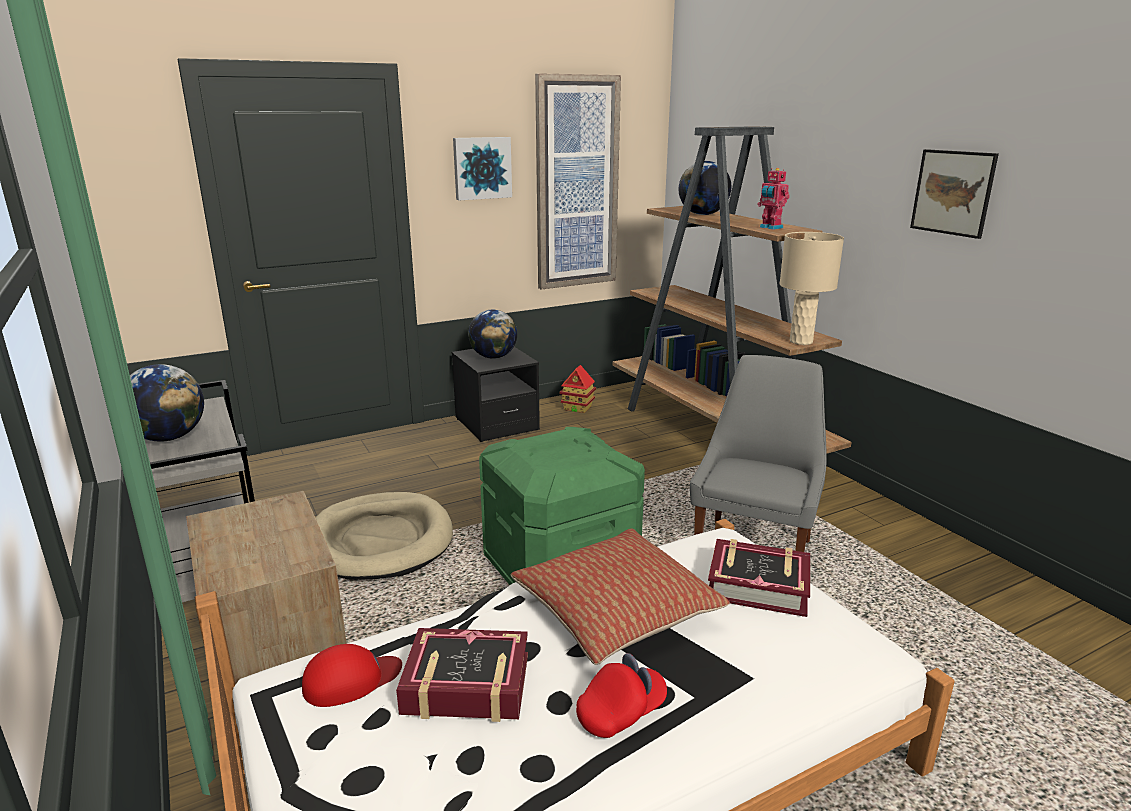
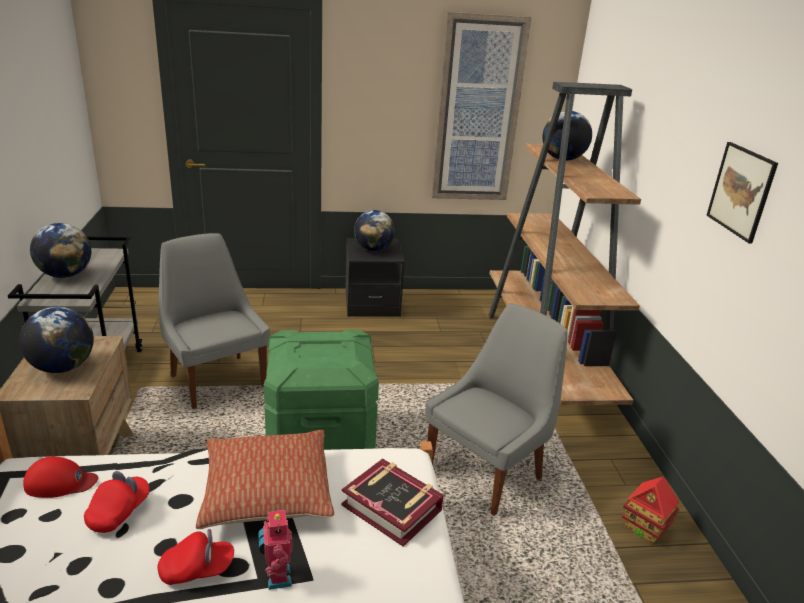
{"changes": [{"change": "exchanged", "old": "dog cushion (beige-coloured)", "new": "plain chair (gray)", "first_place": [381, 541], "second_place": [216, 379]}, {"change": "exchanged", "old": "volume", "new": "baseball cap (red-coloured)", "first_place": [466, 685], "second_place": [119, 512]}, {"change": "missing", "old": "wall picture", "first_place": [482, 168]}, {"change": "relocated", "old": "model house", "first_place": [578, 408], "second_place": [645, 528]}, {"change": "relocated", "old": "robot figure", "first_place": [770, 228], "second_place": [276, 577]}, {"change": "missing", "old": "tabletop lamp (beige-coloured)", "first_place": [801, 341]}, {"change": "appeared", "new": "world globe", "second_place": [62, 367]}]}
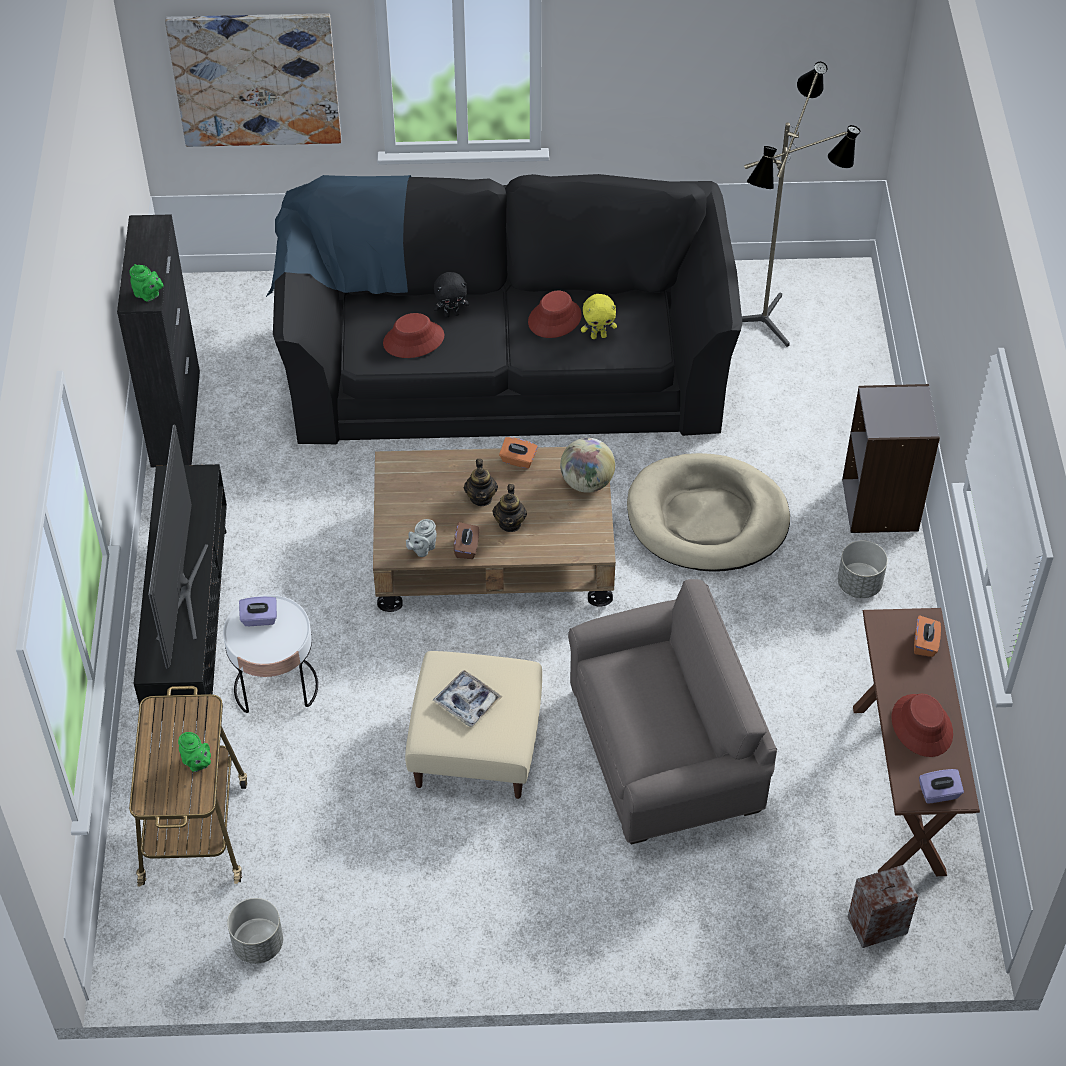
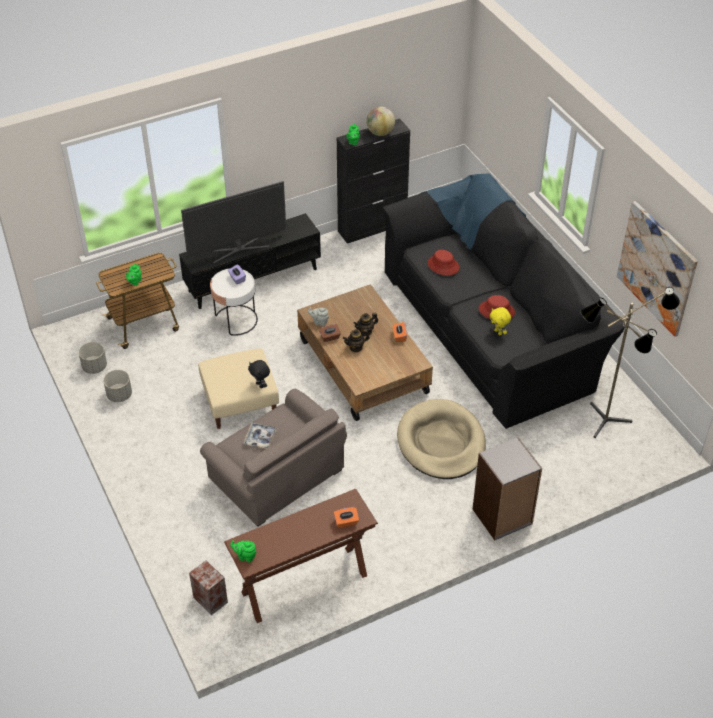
{"changes": [{"change": "relocated", "old": "wall picture", "first_place": [256, 79], "second_place": [656, 268]}, {"change": "relocated", "old": "cuddly toy (blackish)", "first_place": [451, 314], "second_place": [260, 385]}, {"change": "relocated", "old": "serving tray", "first_place": [467, 702], "second_place": [260, 438]}, {"change": "relocated", "old": "world globe", "first_place": [586, 482], "second_place": [380, 133]}, {"change": "relocated", "old": "plant pot (gray)", "first_place": [859, 584], "second_place": [119, 395]}, {"change": "missing", "old": "clothing hat (red-coloured)", "first_place": [922, 726]}, {"change": "exchanged", "old": "tissue holder (purple-coloured)", "new": "tea pot (green)", "first_place": [939, 794], "second_place": [245, 556]}]}
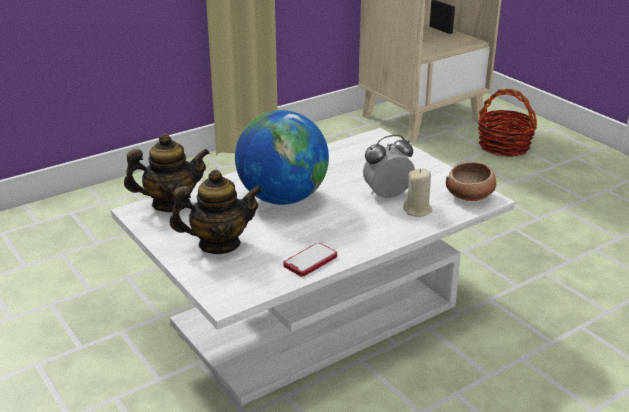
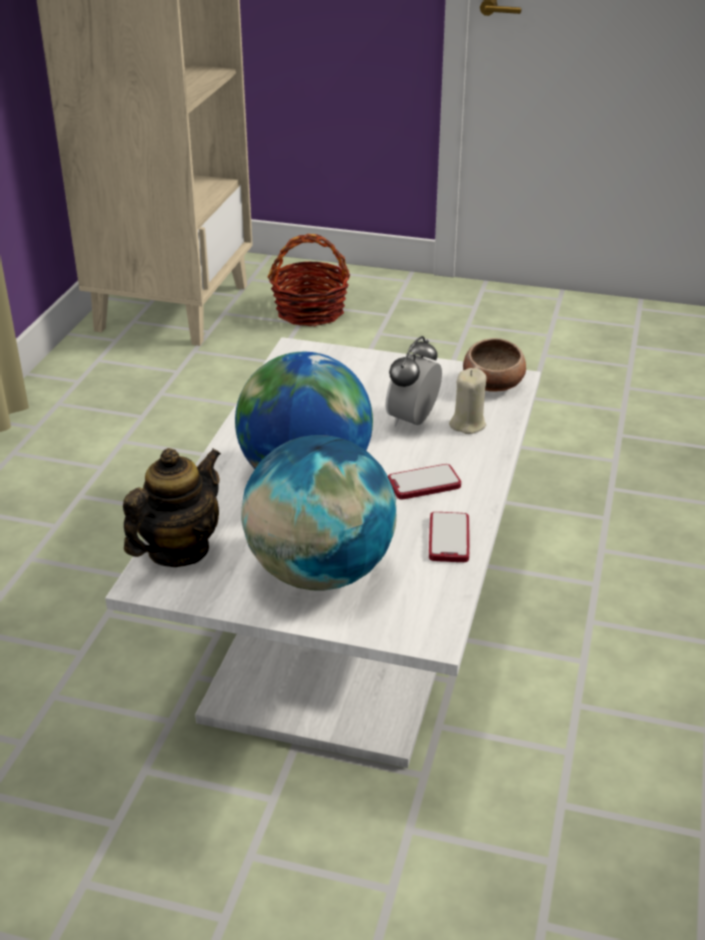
{"changes": [{"change": "exchanged", "old": "tea pot", "new": "world globe", "first_place": [219, 244], "second_place": [320, 572]}, {"change": "appeared", "new": "telephone", "second_place": [424, 484]}]}
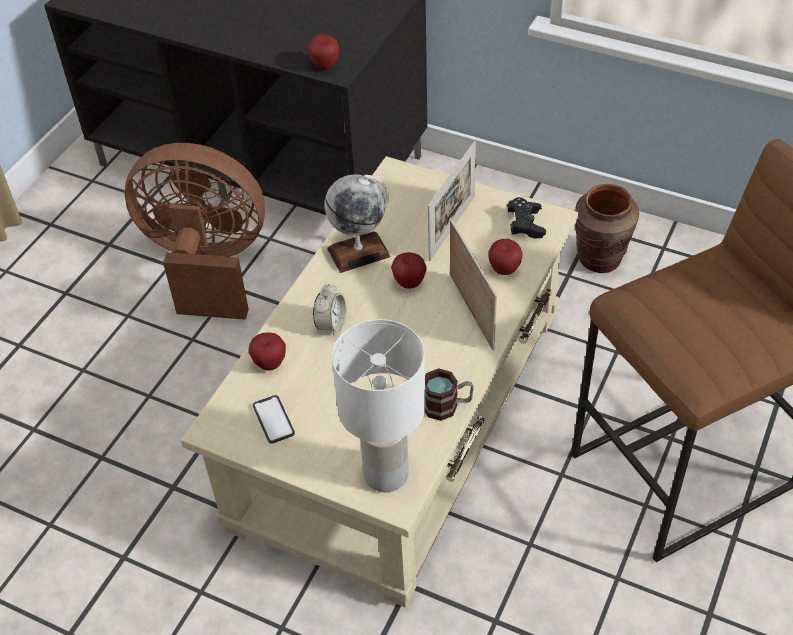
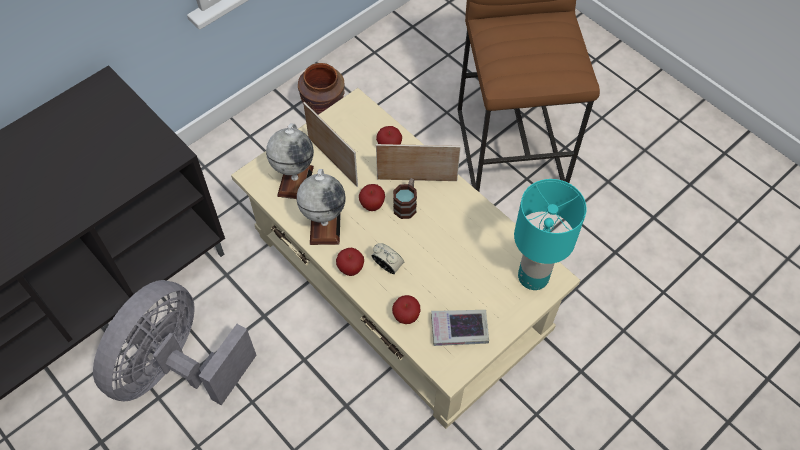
{"changes": [{"change": "colour", "old": "fan (brown-coloured)", "new": "fan (gray)", "first_place": [206, 266], "second_place": [177, 368]}, {"change": "exchanged", "old": "telephone", "new": "volume", "first_place": [273, 420], "second_place": [459, 330]}, {"change": "relocated", "old": "apple fruit", "first_place": [325, 65], "second_place": [351, 269]}, {"change": "colour", "old": "tabletop lamp (white)", "new": "tabletop lamp (turquoise-coloured)", "first_place": [387, 474], "second_place": [533, 276]}, {"change": "relocated", "old": "mug", "first_place": [447, 406], "second_place": [406, 204]}, {"change": "missing", "old": "joypad (blackish)", "first_place": [525, 224]}, {"change": "appeared", "new": "world globe", "second_place": [295, 181]}]}
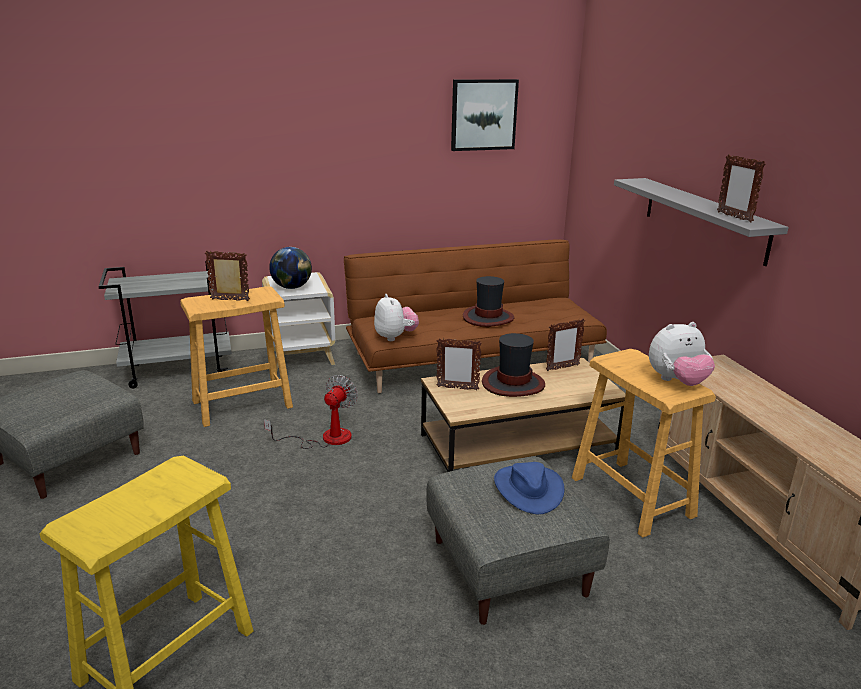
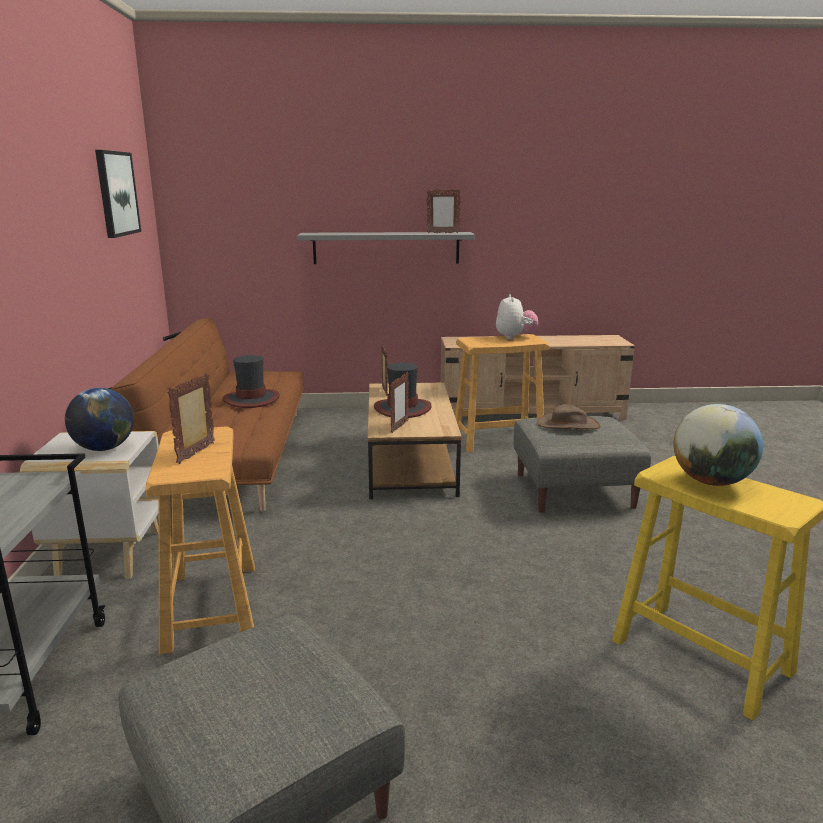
{"changes": [{"change": "missing", "old": "fan", "first_place": [325, 438]}, {"change": "missing", "old": "cuddly toy", "first_place": [395, 337]}, {"change": "colour", "old": "clothing hat (blue-coloured)", "new": "clothing hat (brown-coloured)", "first_place": [528, 489], "second_place": [568, 425]}, {"change": "appeared", "new": "world globe", "second_place": [711, 482]}]}
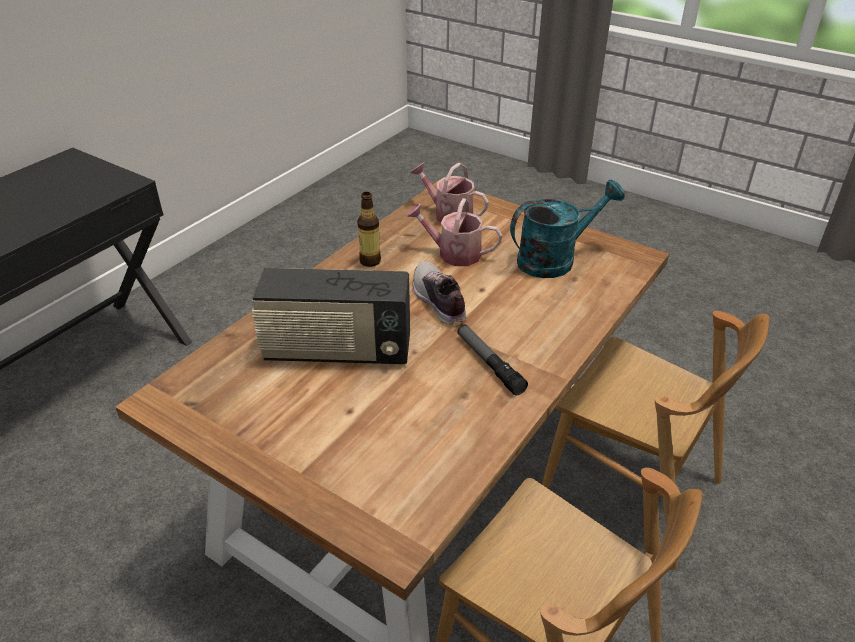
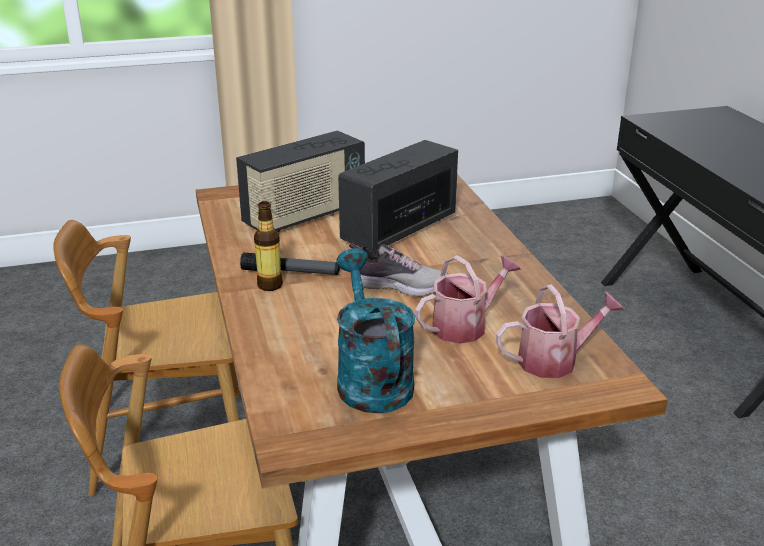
{"changes": [{"change": "relocated", "old": "bottle", "first_place": [370, 261], "second_place": [270, 285]}, {"change": "spun", "old": "watering pot (turquoise-coloured)", "first_place": [555, 259], "second_place": [370, 378], "degrees": 150}, {"change": "appeared", "new": "radio", "second_place": [305, 216]}]}
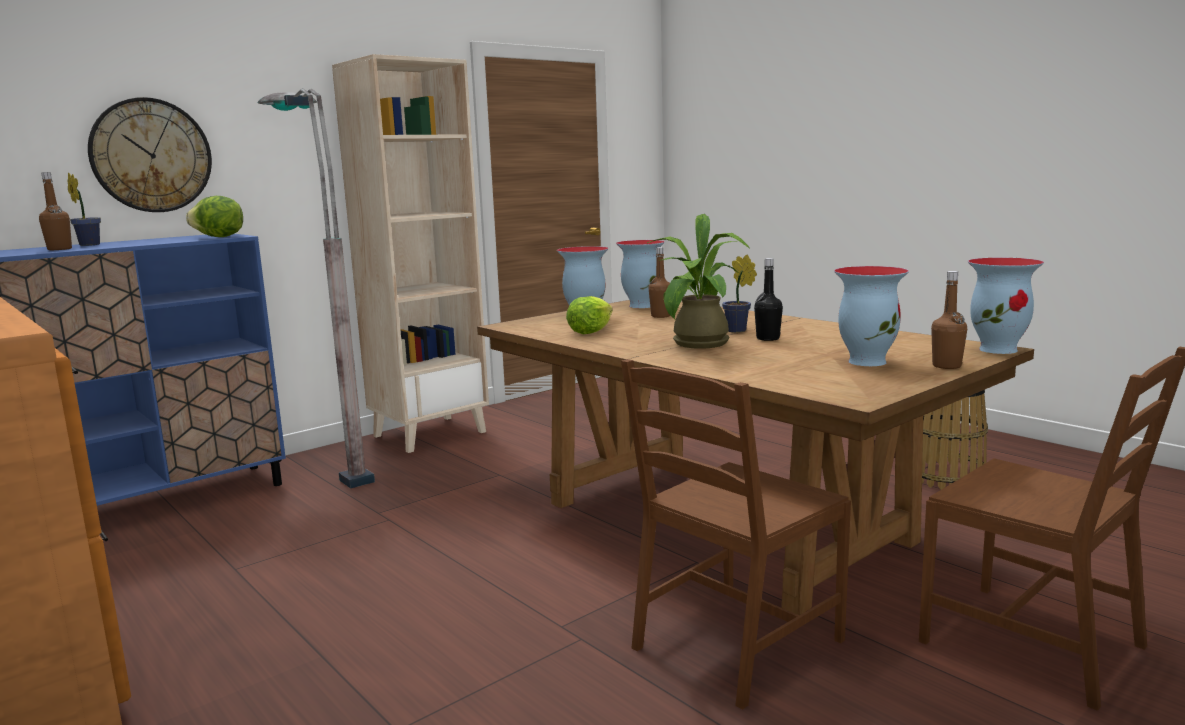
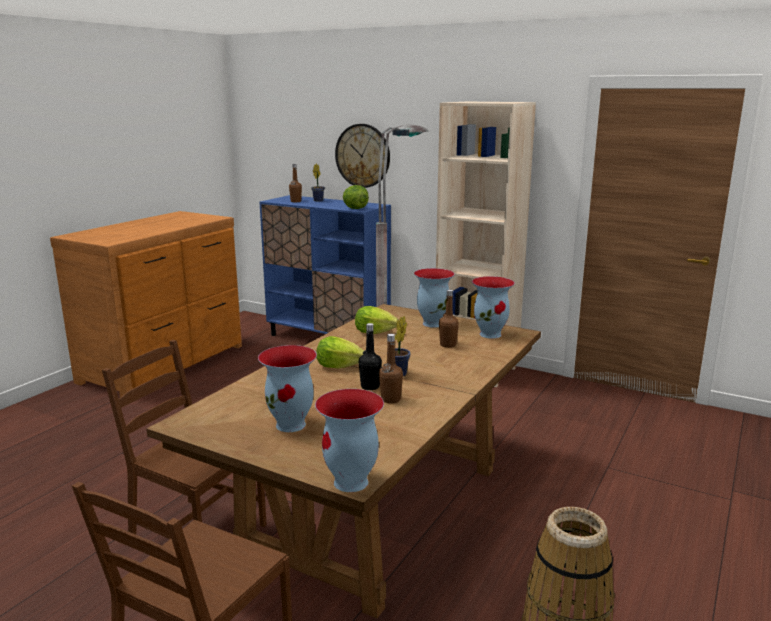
{"changes": [{"change": "exchanged", "old": "potted plant", "new": "lettuce", "first_place": [697, 345], "second_place": [338, 366]}, {"change": "relocated", "old": "bottle (brown-coloured)", "first_place": [946, 366], "second_place": [390, 399]}]}
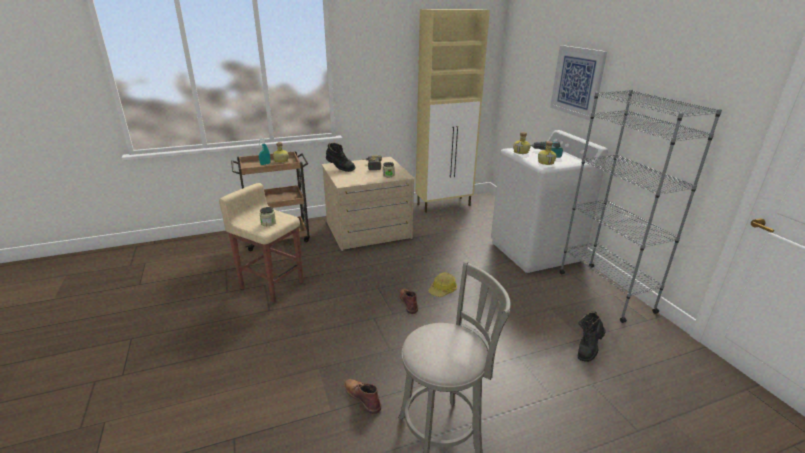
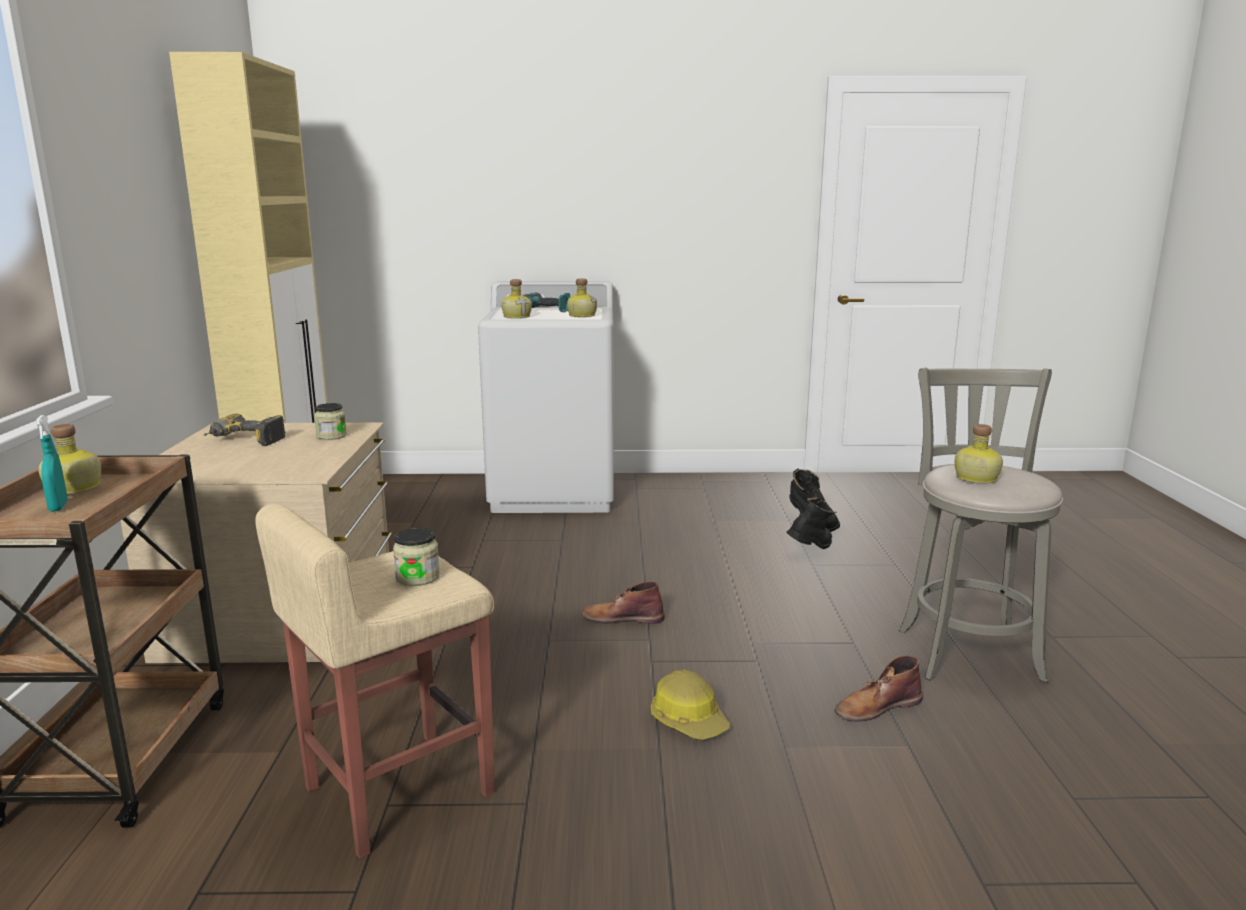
{"changes": [{"change": "relocated", "old": "tall boot (blackish)", "first_place": [340, 169], "second_place": [811, 550]}, {"change": "relocated", "old": "work helmet", "first_place": [443, 290], "second_place": [689, 720]}, {"change": "missing", "old": "wall picture", "first_place": [577, 81]}, {"change": "missing", "old": "bookcase (gray)", "first_place": [604, 291]}, {"change": "appeared", "new": "bottle", "second_place": [974, 478]}]}
